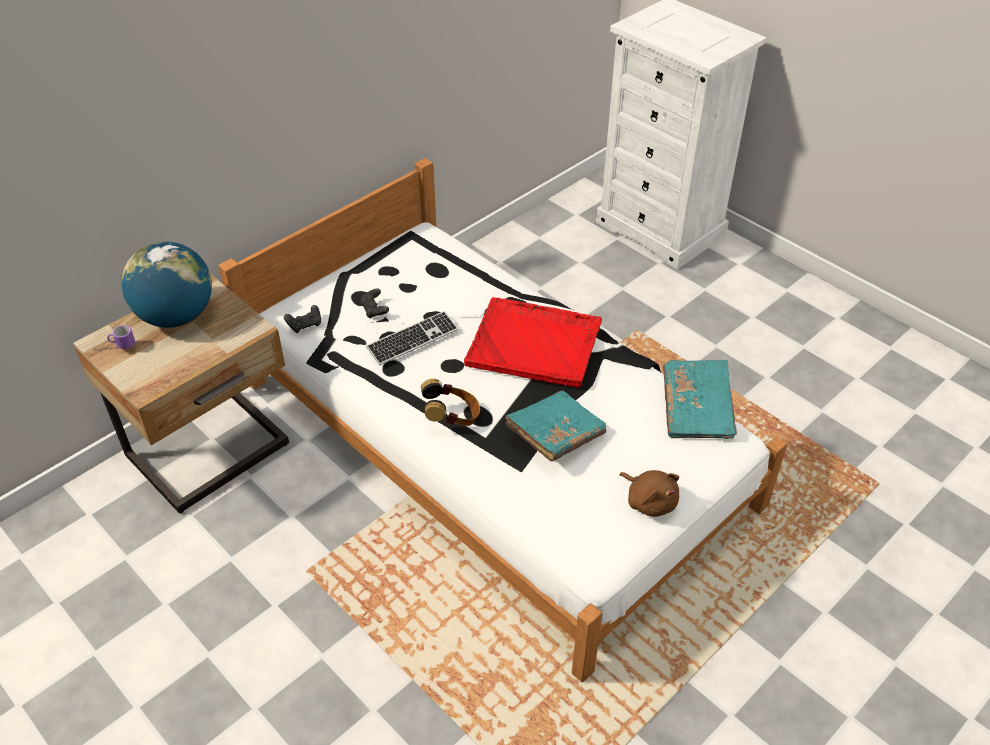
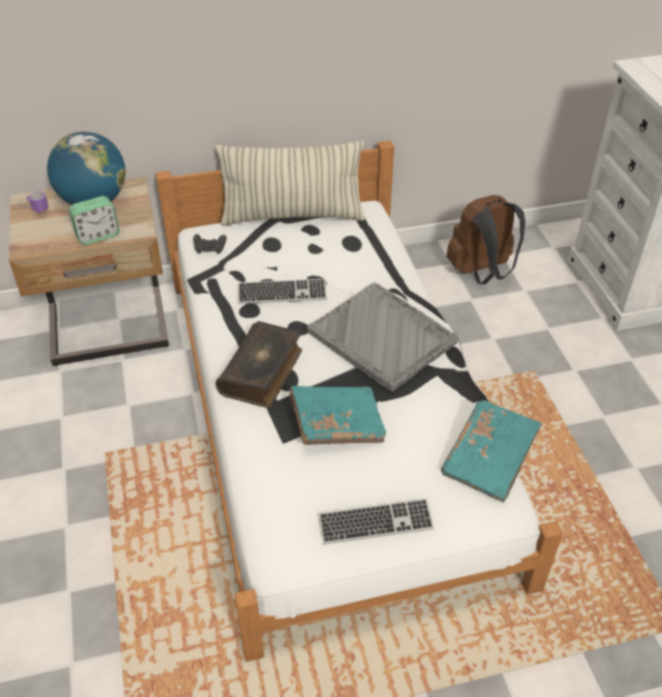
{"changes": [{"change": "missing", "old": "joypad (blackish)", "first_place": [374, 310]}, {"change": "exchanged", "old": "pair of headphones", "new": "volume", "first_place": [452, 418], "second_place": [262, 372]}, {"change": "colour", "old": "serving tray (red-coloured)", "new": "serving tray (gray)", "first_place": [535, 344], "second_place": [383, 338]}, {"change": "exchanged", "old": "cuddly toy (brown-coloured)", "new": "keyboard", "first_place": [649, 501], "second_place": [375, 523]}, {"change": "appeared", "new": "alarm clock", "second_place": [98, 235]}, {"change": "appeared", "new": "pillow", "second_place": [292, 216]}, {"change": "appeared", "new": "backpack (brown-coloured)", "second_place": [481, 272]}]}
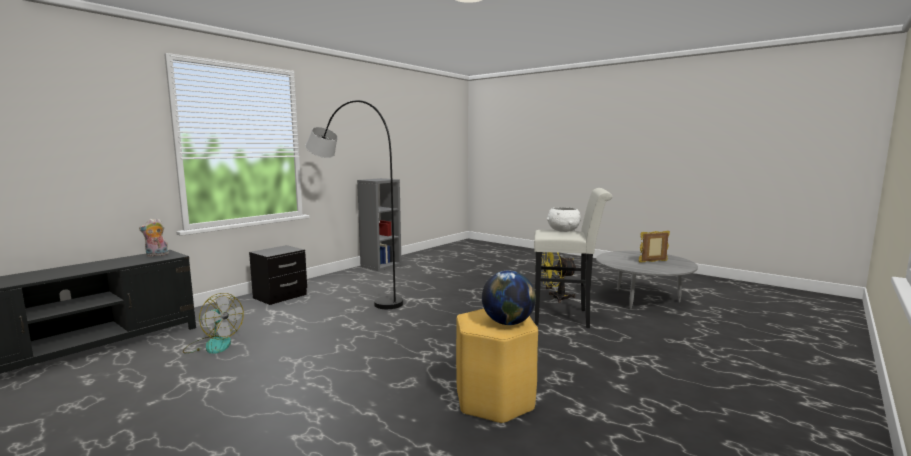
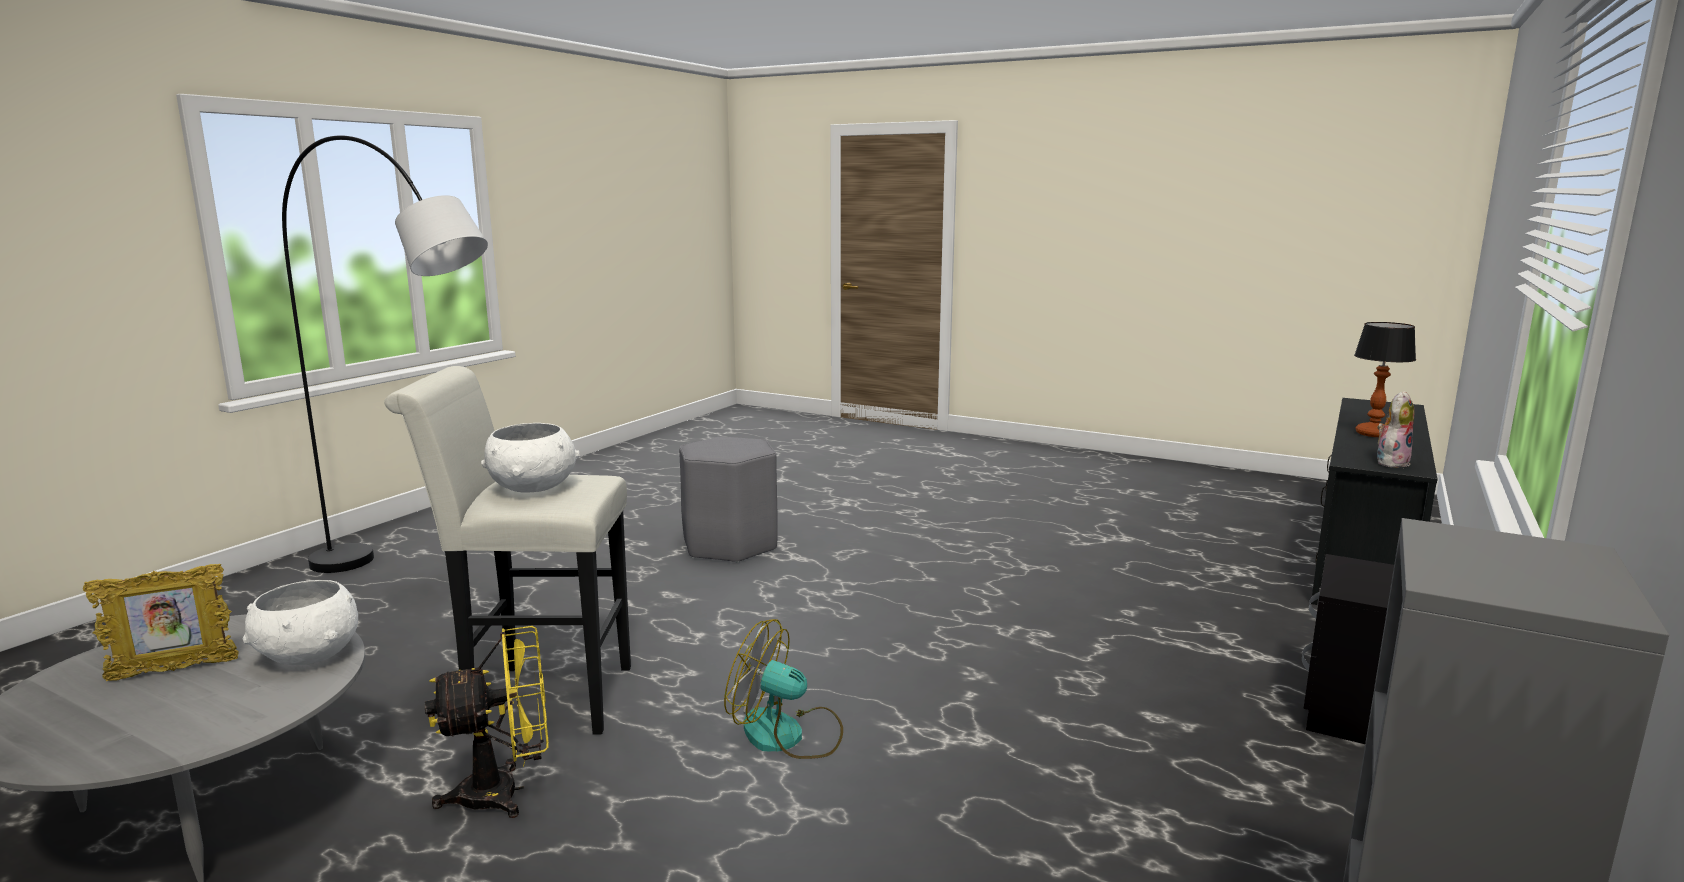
{"changes": [{"change": "relocated", "old": "fan", "first_place": [213, 344], "second_place": [787, 735]}, {"change": "relocated", "old": "floor lamp (blackish)", "first_place": [353, 293], "second_place": [415, 582]}, {"change": "colour", "old": "stool seat (yellow)", "new": "stool seat (gray)", "first_place": [494, 400], "second_place": [731, 545]}, {"change": "missing", "old": "world globe", "first_place": [508, 323]}, {"change": "appeared", "new": "deep dish (white)", "second_place": [309, 656]}, {"change": "appeared", "new": "tabletop lamp", "second_place": [1372, 434]}]}
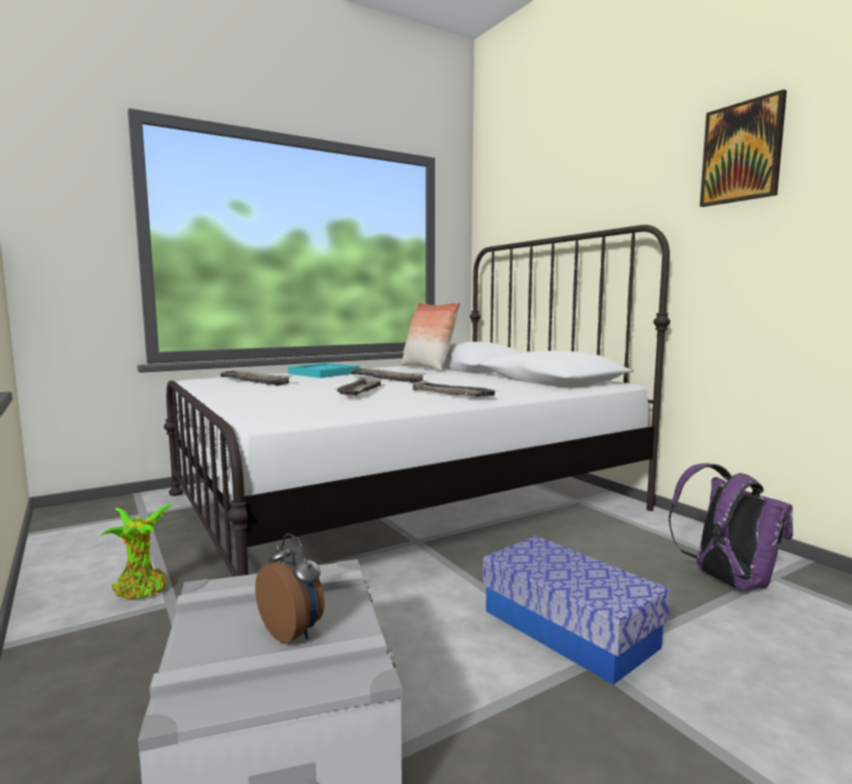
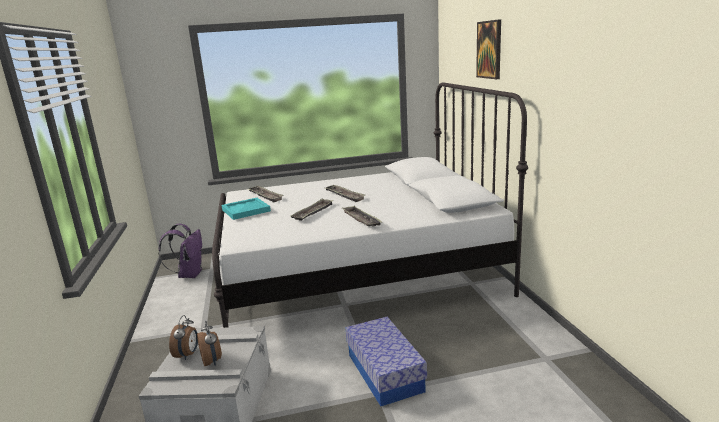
{"changes": [{"change": "missing", "old": "potted plant", "first_place": [142, 590]}, {"change": "relocated", "old": "serving tray (turquoise-coloured)", "first_place": [324, 373], "second_place": [246, 210]}, {"change": "missing", "old": "pillow", "first_place": [427, 368]}, {"change": "relocated", "old": "backpack (purple-coloured)", "first_place": [725, 581], "second_place": [189, 274]}, {"change": "relocated", "old": "wall picture", "first_place": [742, 152], "second_place": [489, 49]}, {"change": "appeared", "new": "alarm clock", "second_place": [188, 354]}]}
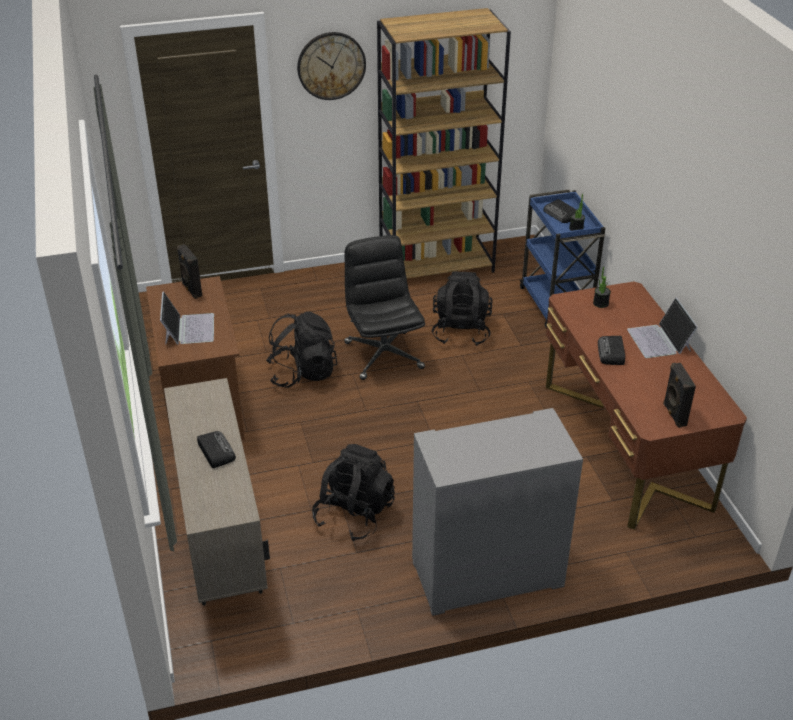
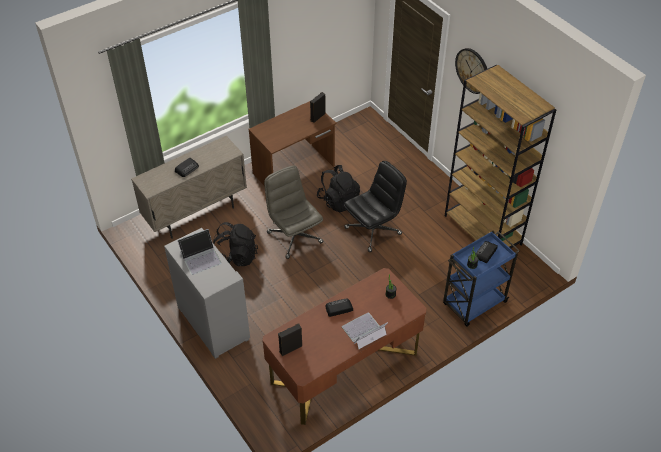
{"changes": [{"change": "relocated", "old": "laptop", "first_place": [188, 328], "second_place": [201, 257]}, {"change": "missing", "old": "backpack (blackish)", "first_place": [461, 331]}, {"change": "appeared", "new": "computer chair (gray)", "second_place": [294, 237]}]}
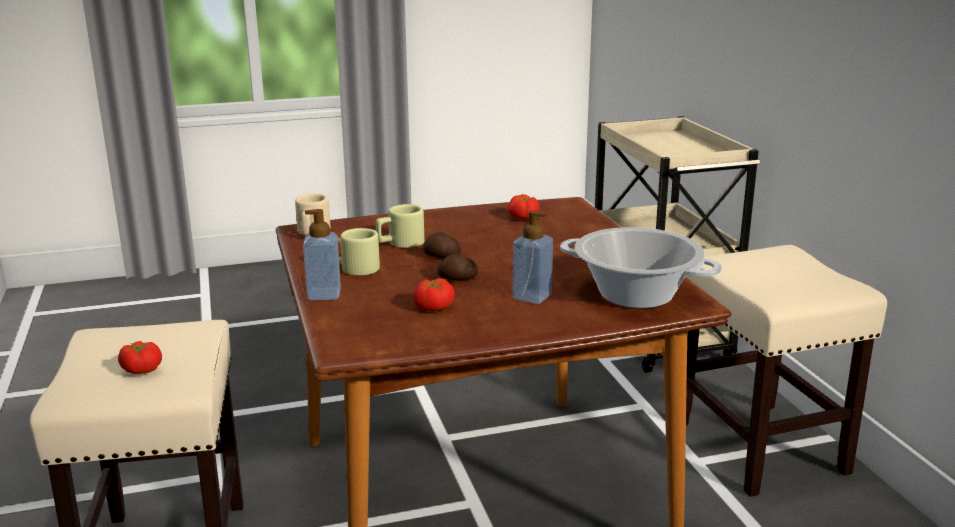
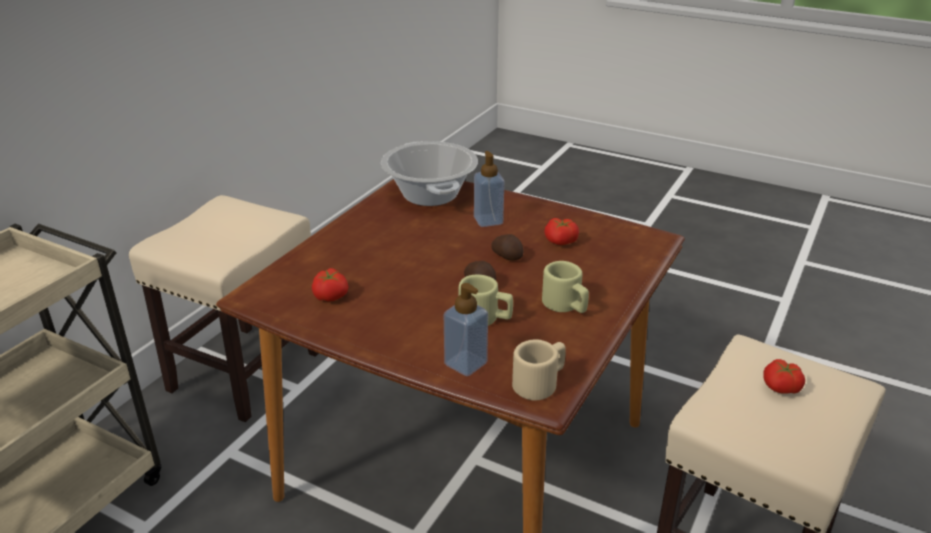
{"changes": [{"change": "relocated", "old": "soap dispenser", "first_place": [324, 294], "second_place": [465, 364]}]}
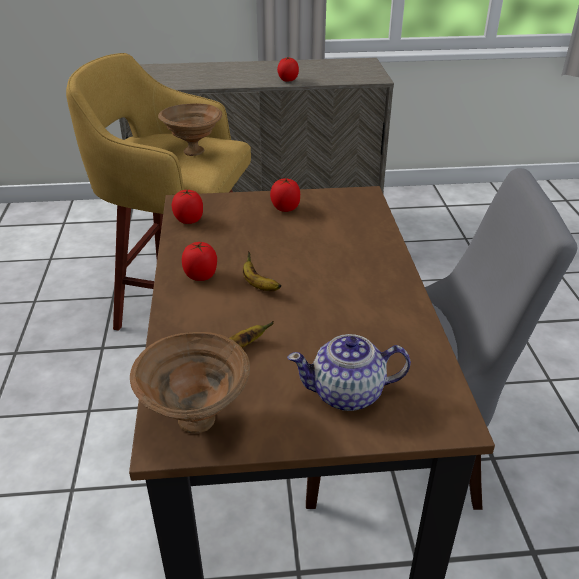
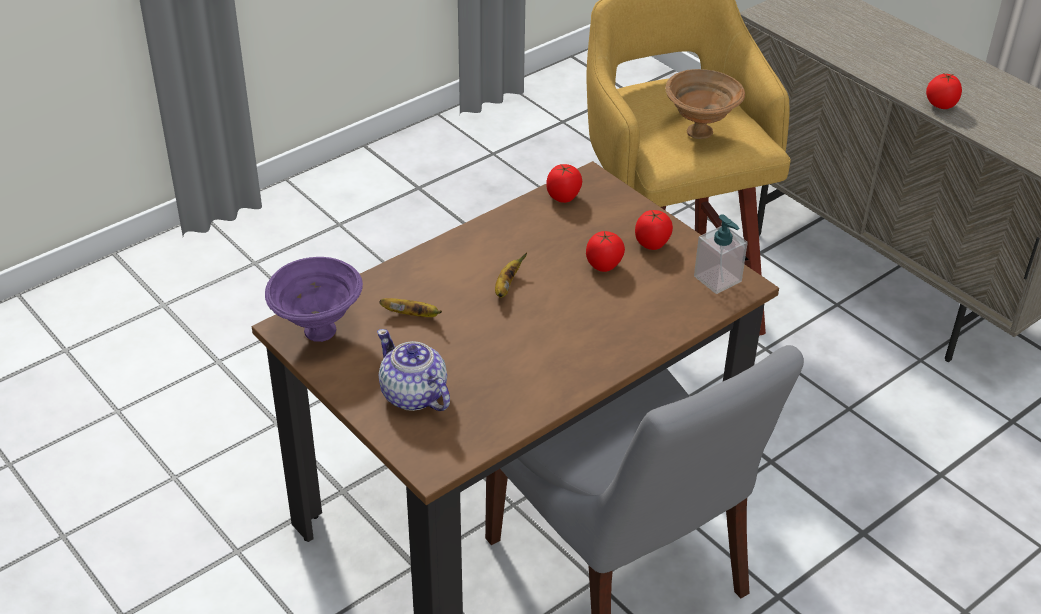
{"changes": [{"change": "colour", "old": "deep dish (brown-coloured)", "new": "deep dish (purple-coloured)", "first_place": [198, 422], "second_place": [318, 333]}, {"change": "relocated", "old": "fresh tomato", "first_place": [201, 276], "second_place": [604, 266]}, {"change": "appeared", "new": "soap dispenser", "second_place": [717, 279]}]}
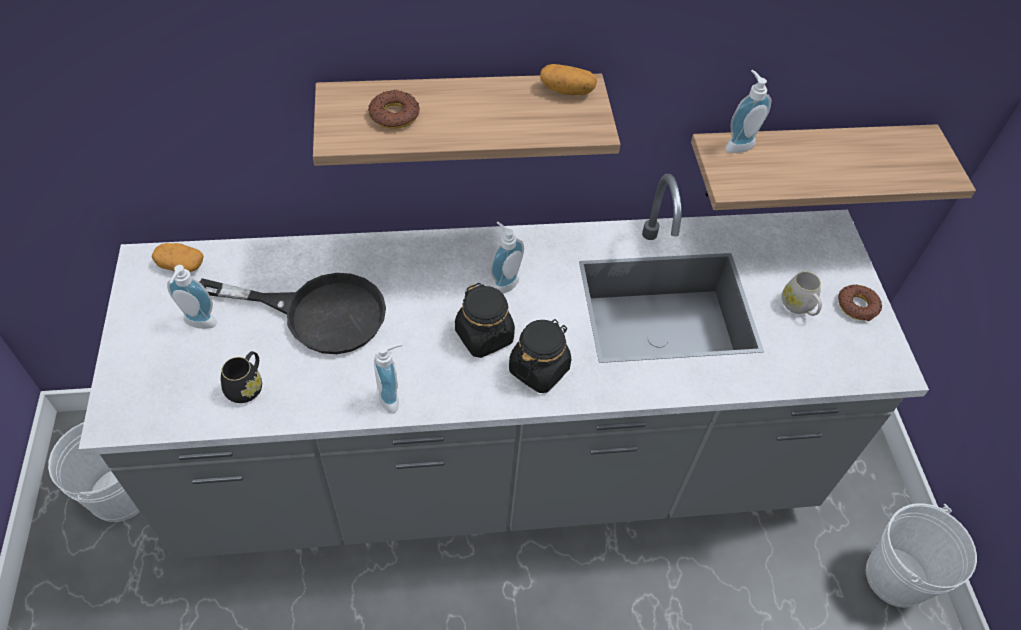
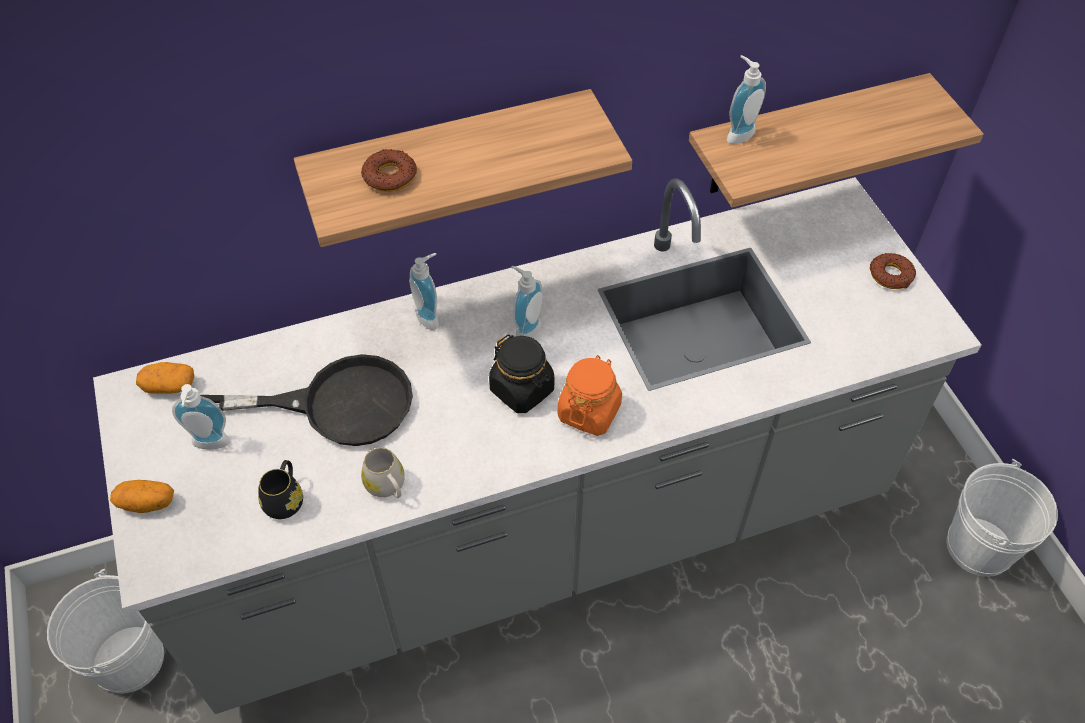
{"changes": [{"change": "relocated", "old": "soap dispenser", "first_place": [393, 397], "second_place": [430, 316]}, {"change": "colour", "old": "storage jar (blackish)", "new": "storage jar (orangey)", "first_place": [539, 369], "second_place": [589, 411]}, {"change": "relocated", "old": "whole potato", "first_place": [566, 90], "second_place": [147, 503]}, {"change": "relocated", "old": "mug (white)", "first_place": [799, 307], "second_place": [387, 487]}]}
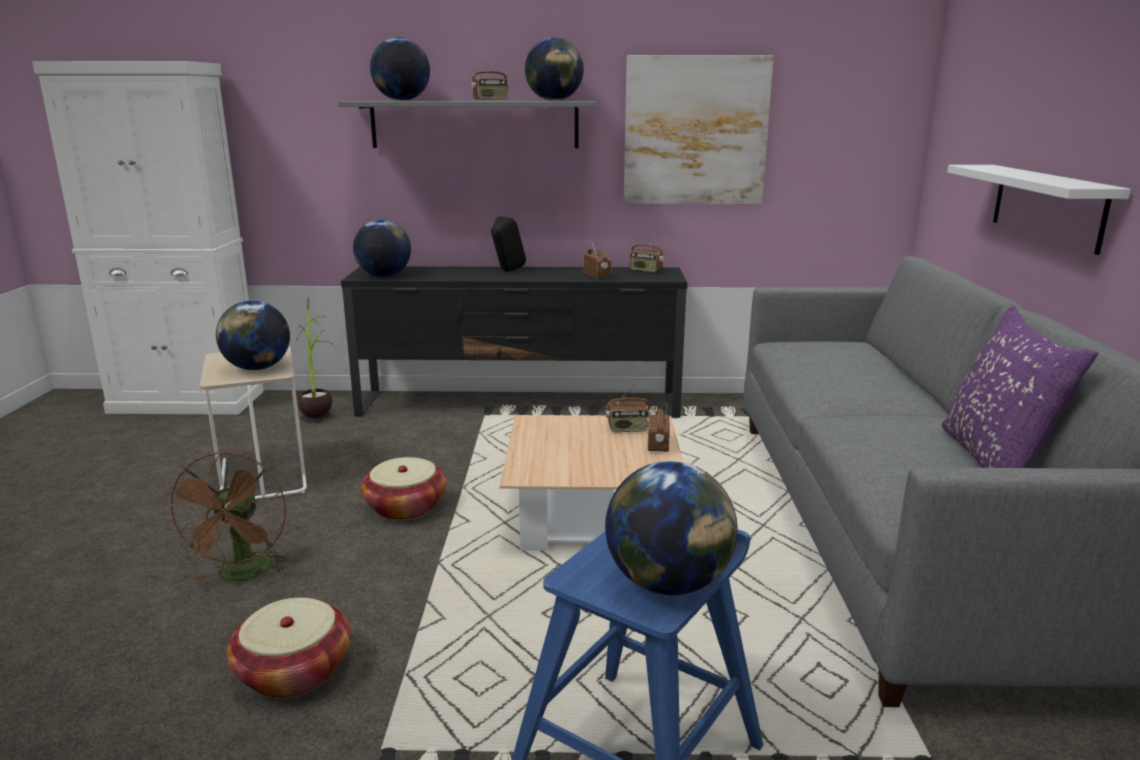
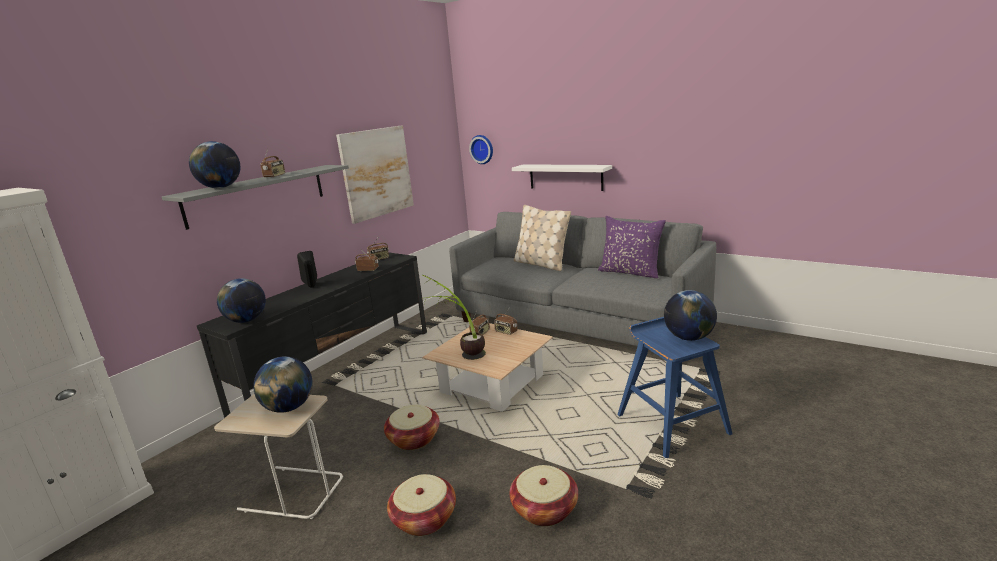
{"changes": [{"change": "exchanged", "old": "fan (brown-coloured)", "new": "household basket", "first_place": [242, 575], "second_place": [424, 518]}, {"change": "relocated", "old": "potted plant", "first_place": [318, 410], "second_place": [460, 352]}, {"change": "missing", "old": "world globe", "first_place": [554, 100]}, {"change": "appeared", "new": "wall clock", "second_place": [482, 149]}, {"change": "appeared", "new": "pillow (beige-coloured)", "second_place": [541, 264]}]}
